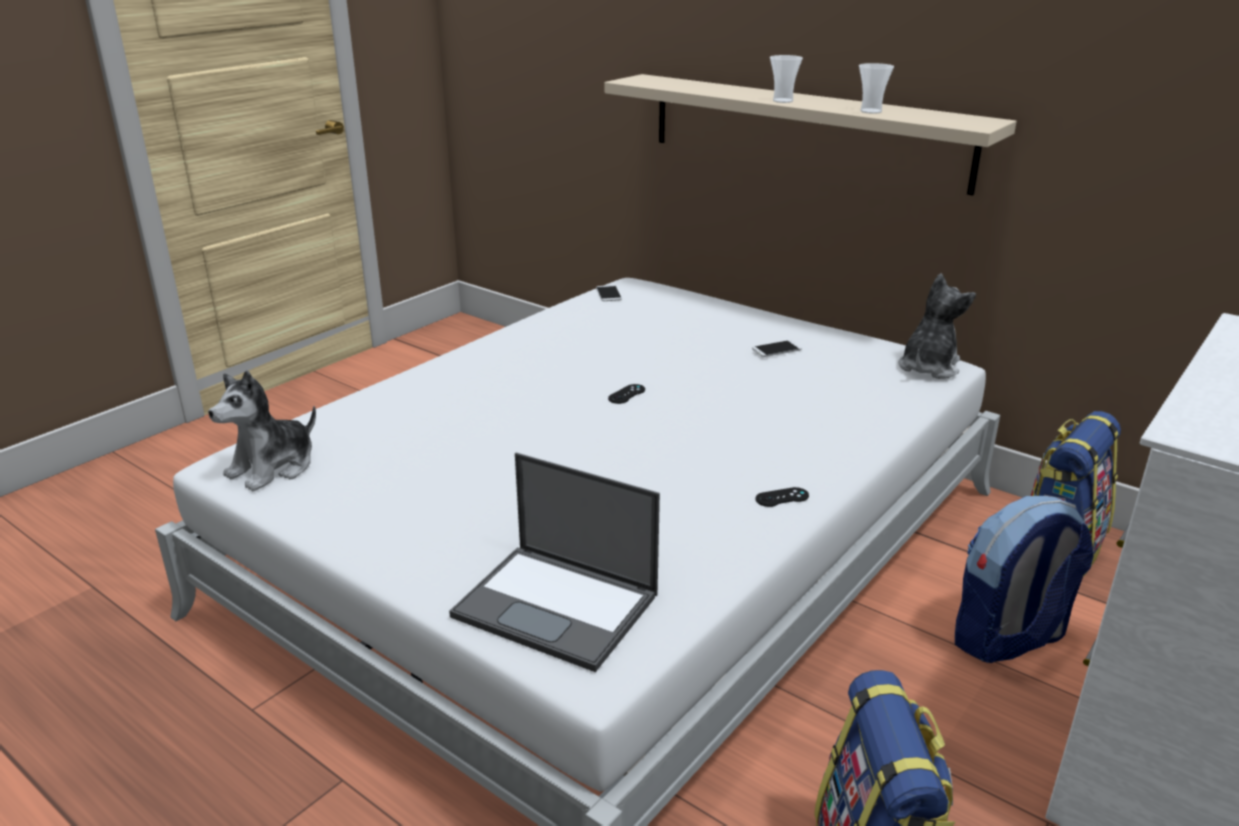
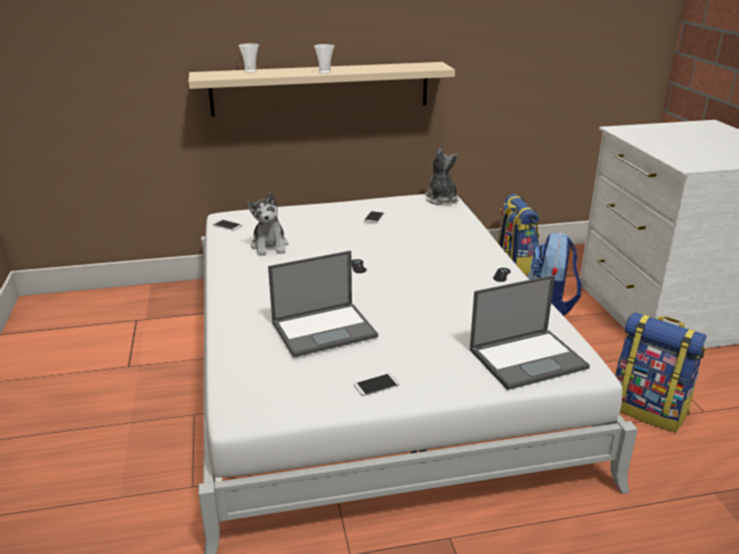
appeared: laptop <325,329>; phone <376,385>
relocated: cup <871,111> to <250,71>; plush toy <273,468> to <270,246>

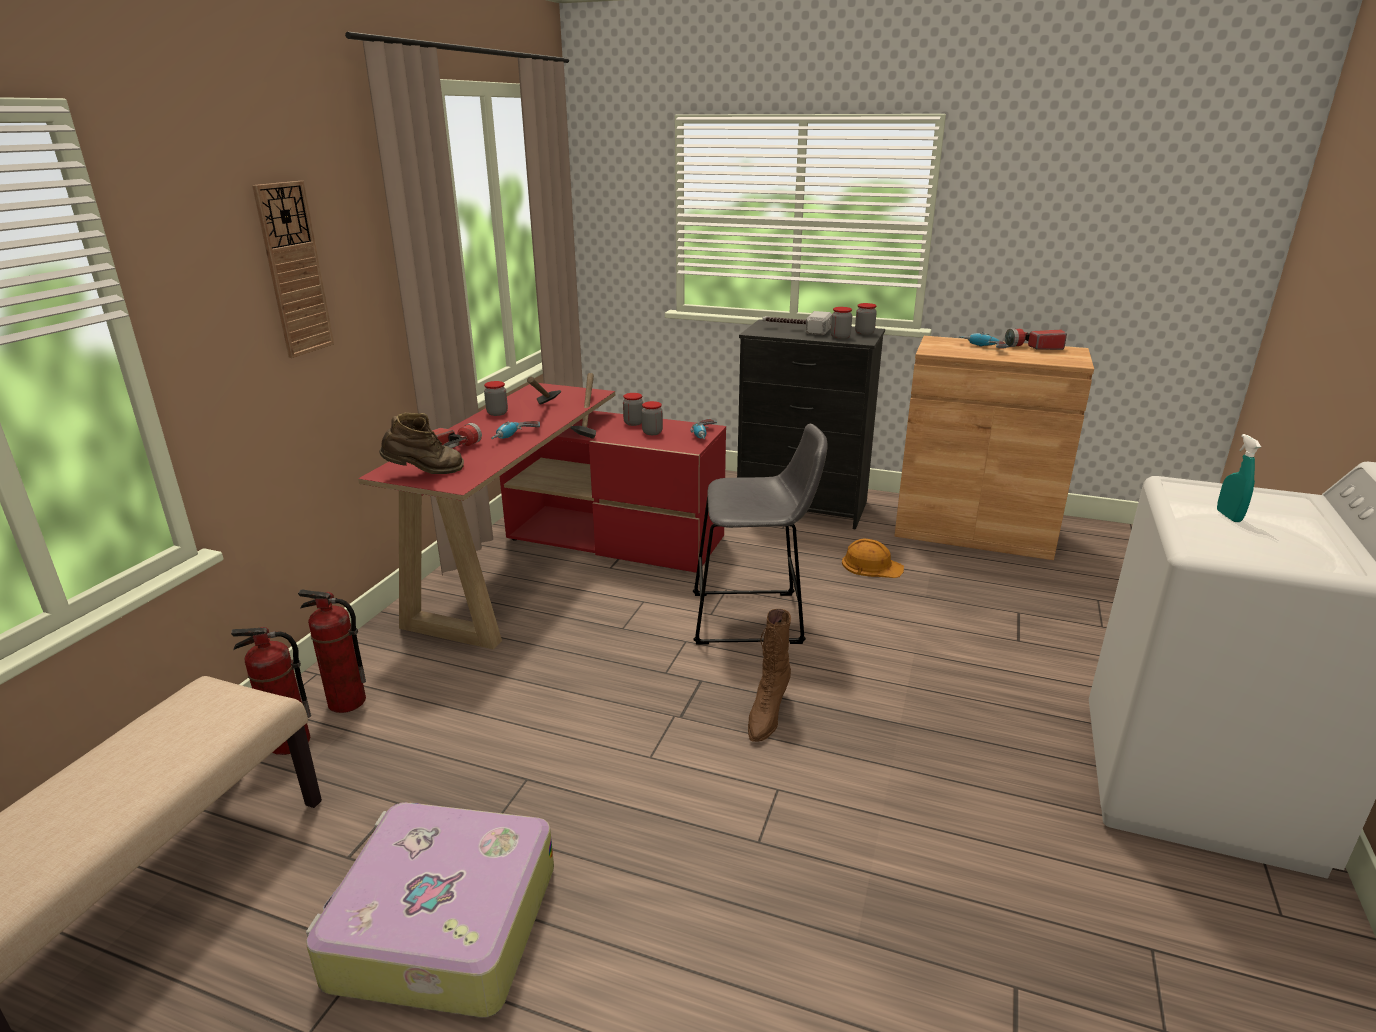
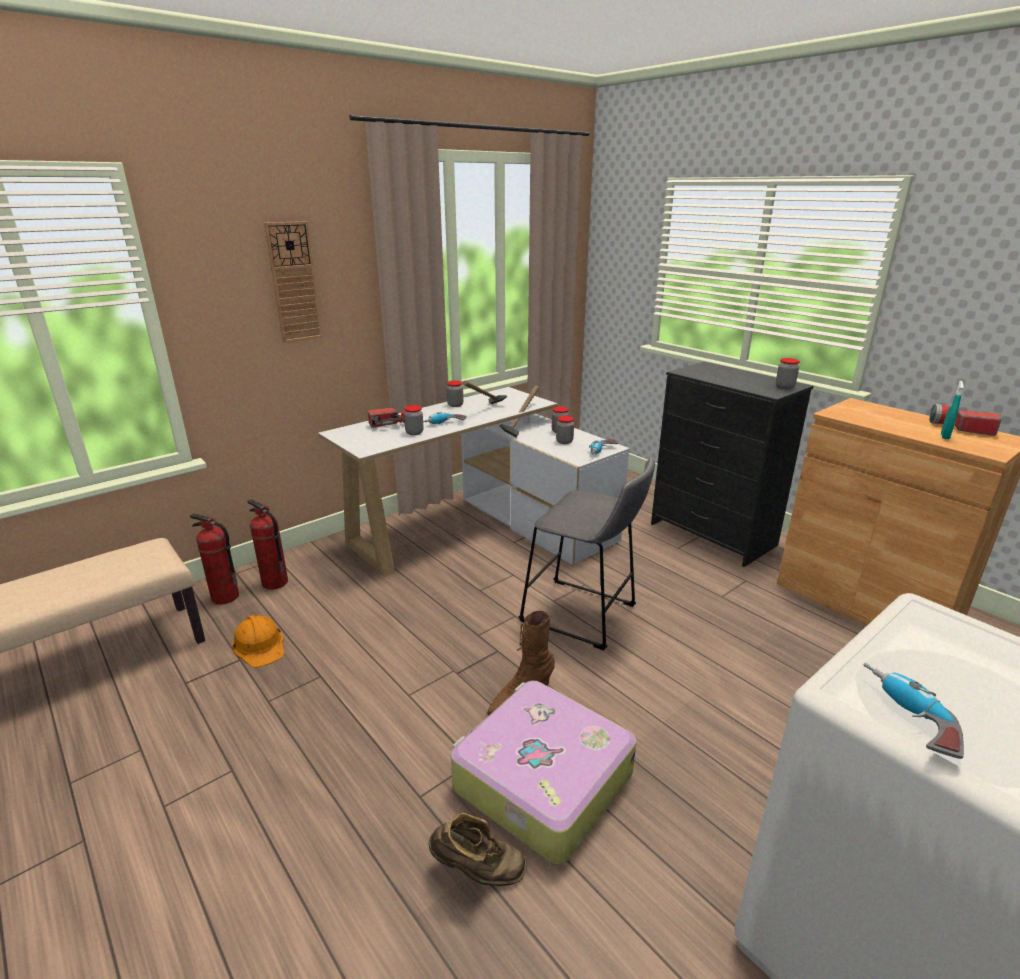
missing: hammer <795,329>
relocated: orange hard hat <871,565> to <260,645>; jar <840,337> to <414,432>; brown boot <425,474> to <478,871>; suitcase <441,925> to <540,780>; power drill <982,348> to <906,718>; turquoise spray bottle <1228,516> to <944,436>
colour: red desk <560,564> to white desk <482,529>

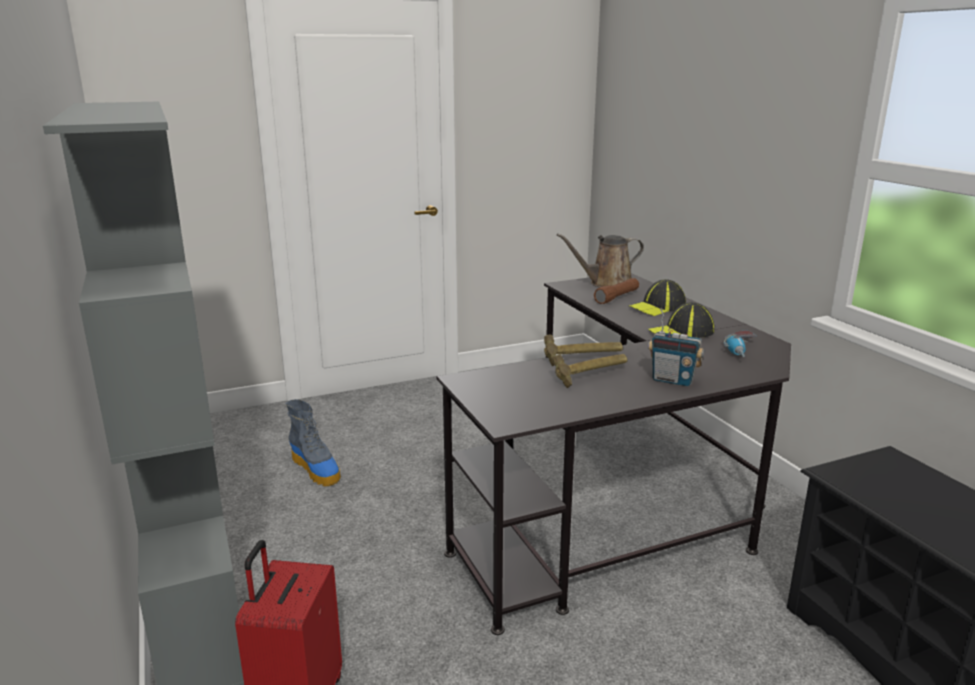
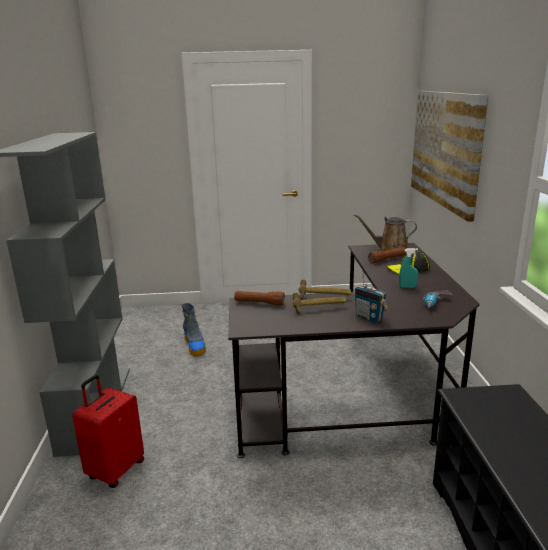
appeared: brown flashlight <259,303>; picture <445,149>
exchanged: cap <681,332> to turquoise spray bottle <407,287>

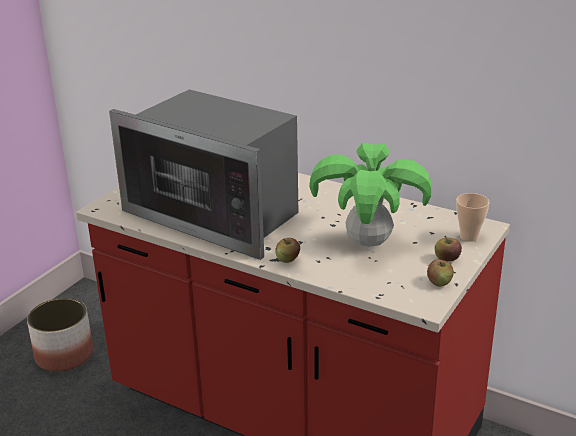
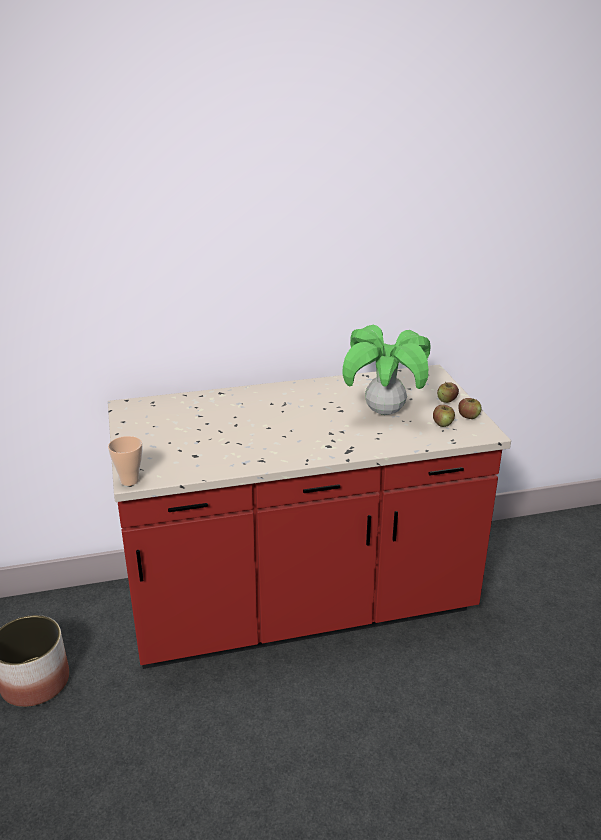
missing: microwave <217,215>
relocated: cup <469,237> to <129,480>; apple <288,259> to <442,424>

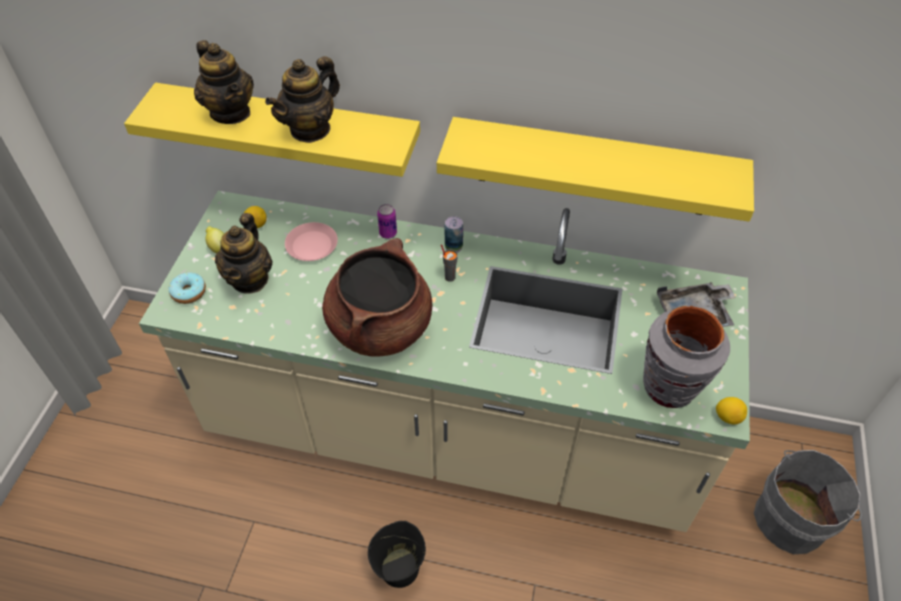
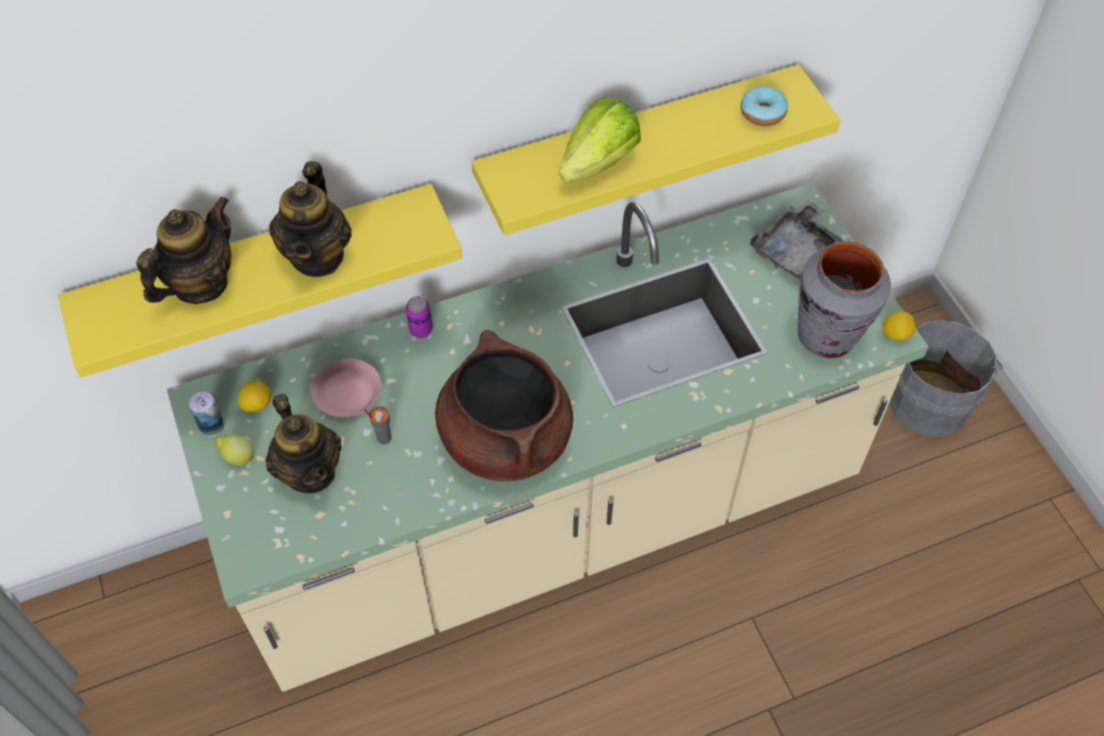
missing: black bucket <399,567>
appeared: lettuce <599,163>
relocated: can <453,247> to <212,427>; grey cup <449,277> to <383,438>; donut <189,292> to <762,113>
spun: teapot <231,112> = <200,284> 75 degrees counterclockwise

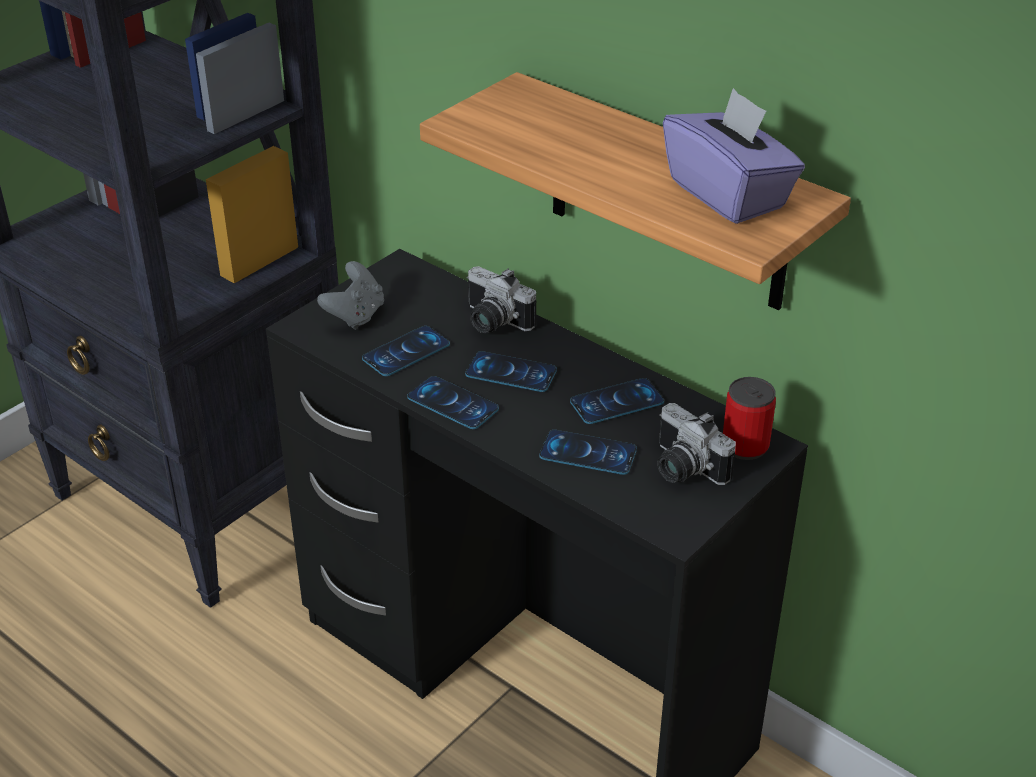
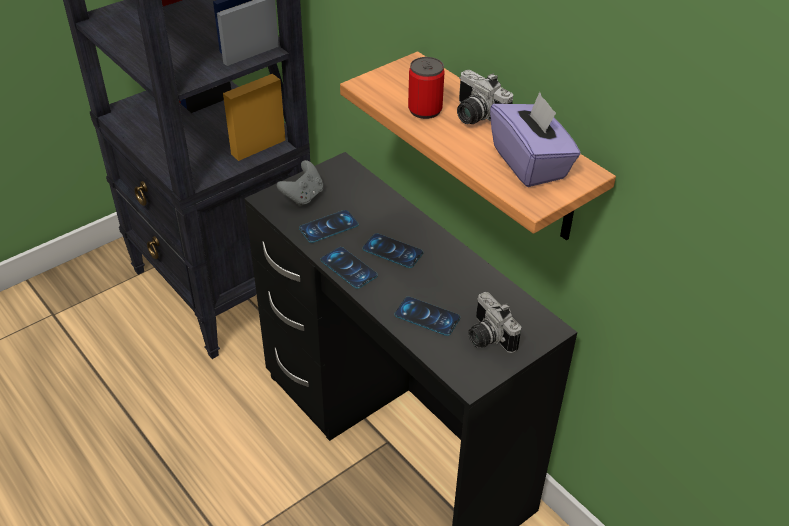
missing: phone <617,402>
relocated: can <745,446> to <425,110>; photo camera <492,322> to <475,117>

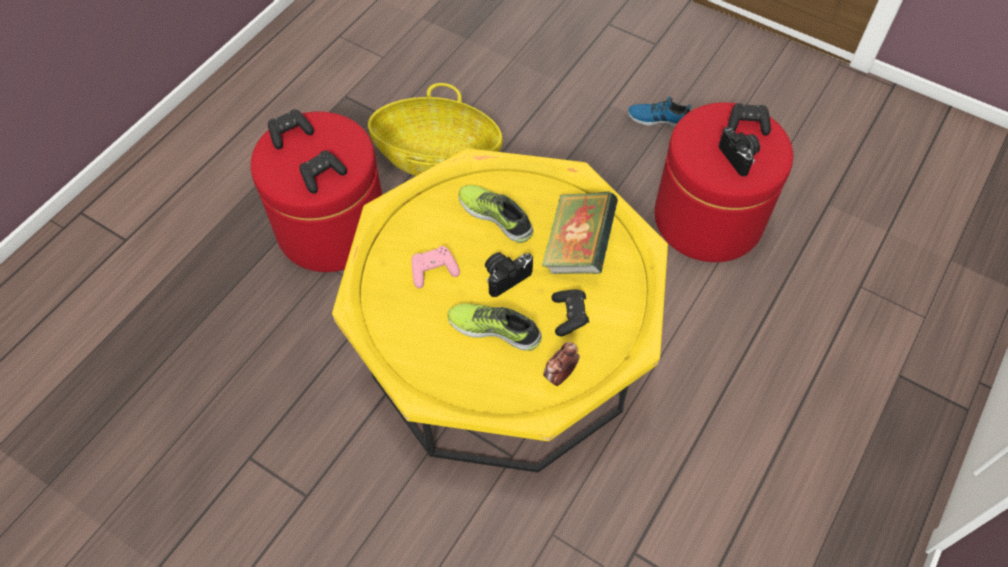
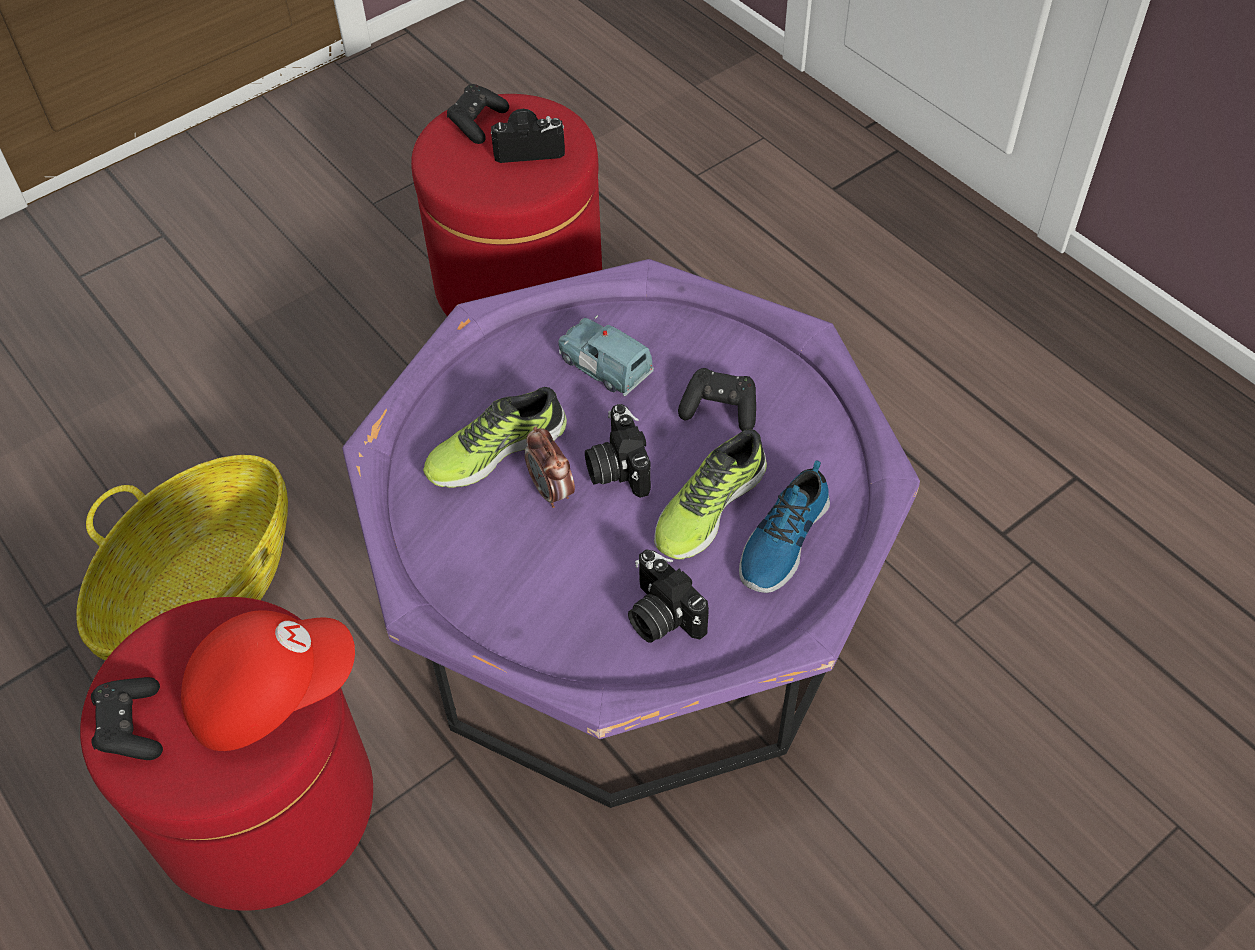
missing: pink game controller <434,271>
appeared: photo camera <660,616>
relocated: alarm clock <560,375> to <552,491>; shoe <658,118> to <781,540>
exchanged: black game controller <322,176> to red cap <270,690>; book <577,249> to blue toy car <604,366>
colour: yellow coffee table <503,348> to purple coffee table <631,598>

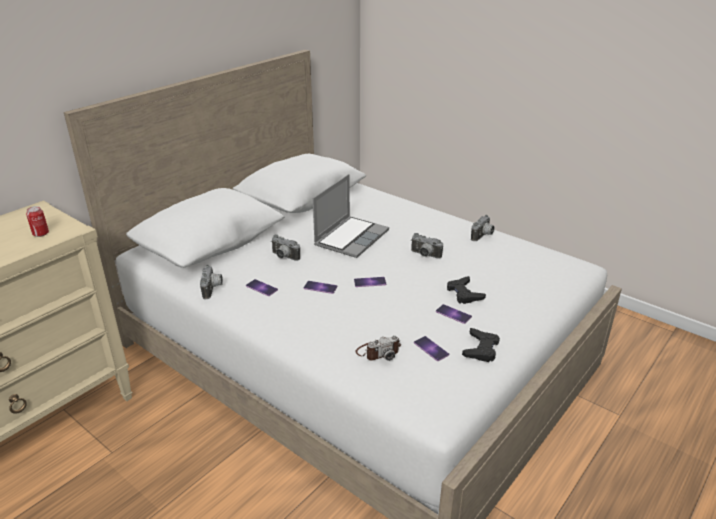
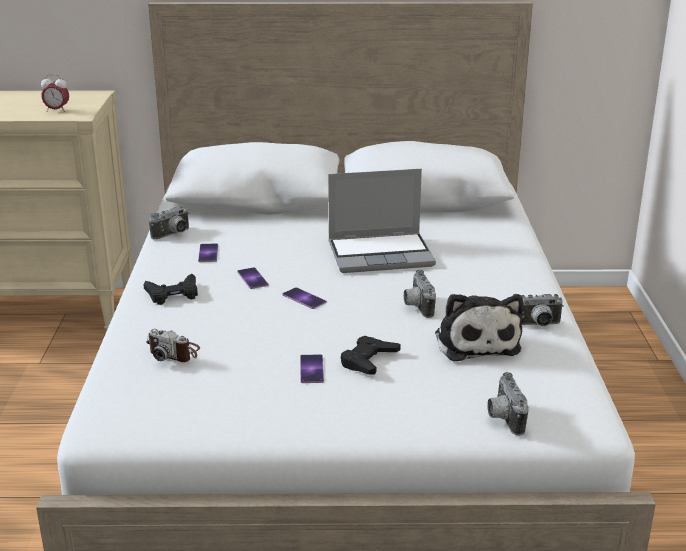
missing: phone <431,348>
appeared: plush toy <475,341>
relocated: black game controller <481,349> to <173,294>; photo camera <283,257> to <503,418>
exchanged: can <41,234> to alarm clock <57,110>

